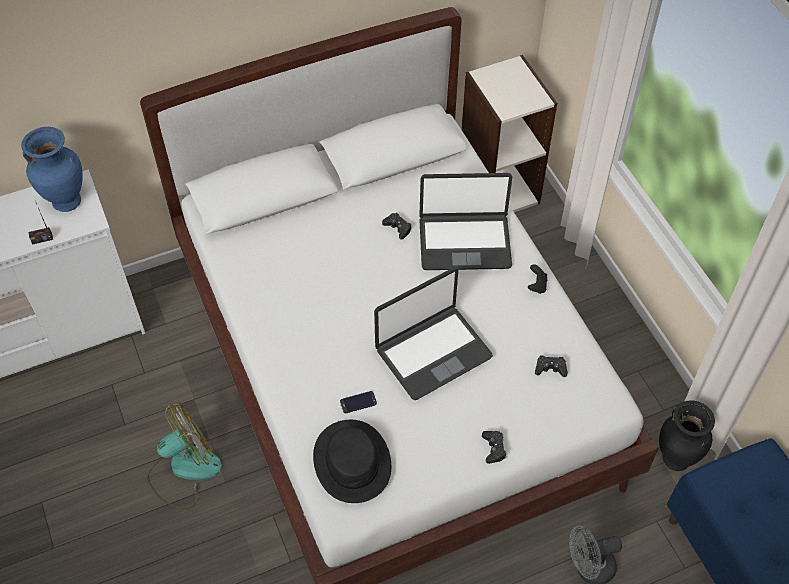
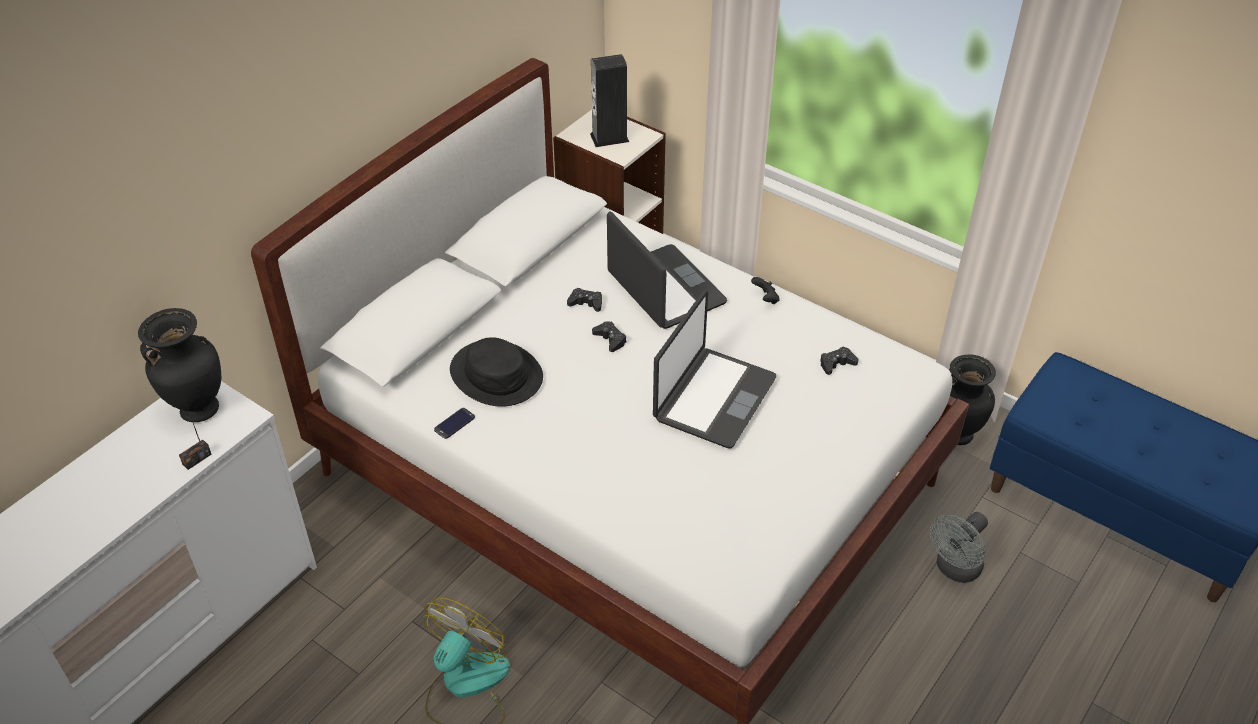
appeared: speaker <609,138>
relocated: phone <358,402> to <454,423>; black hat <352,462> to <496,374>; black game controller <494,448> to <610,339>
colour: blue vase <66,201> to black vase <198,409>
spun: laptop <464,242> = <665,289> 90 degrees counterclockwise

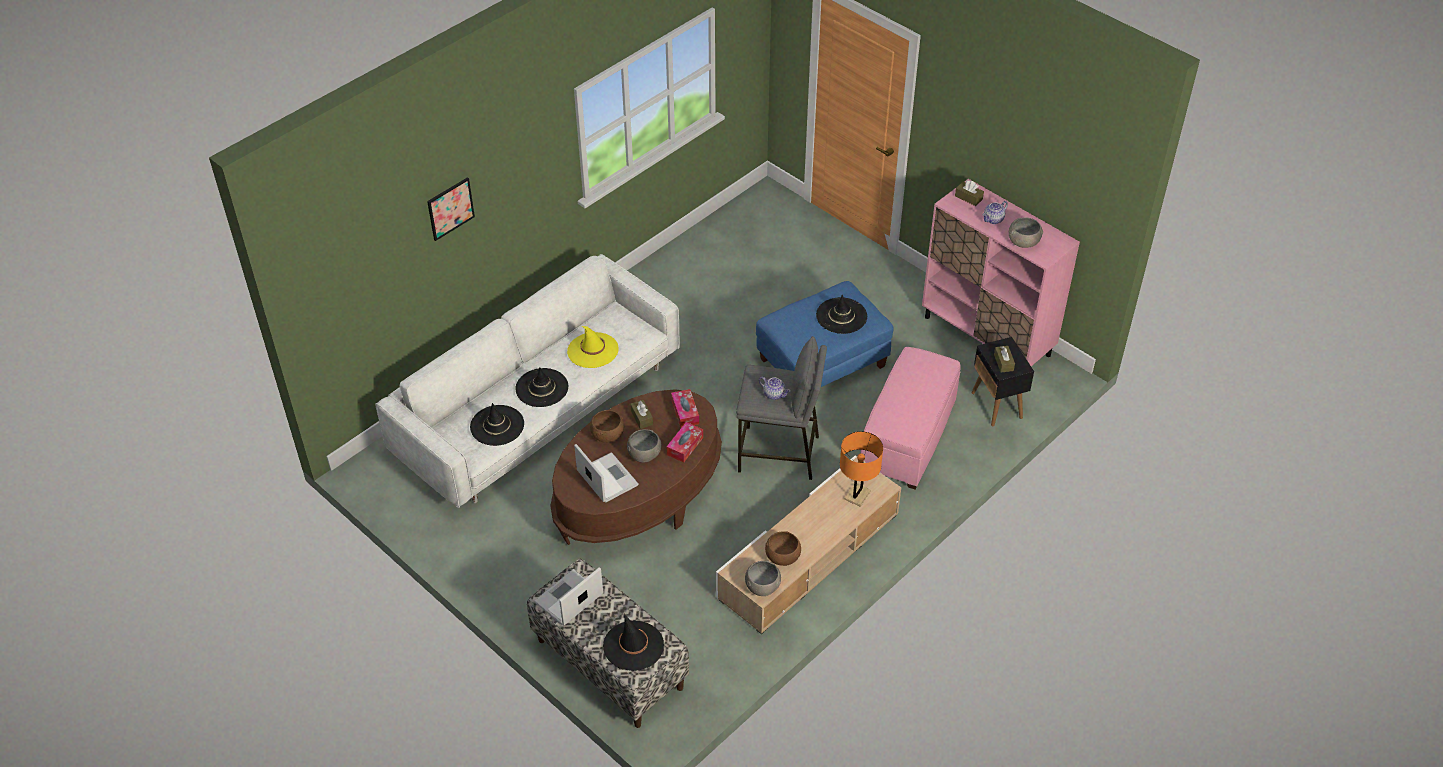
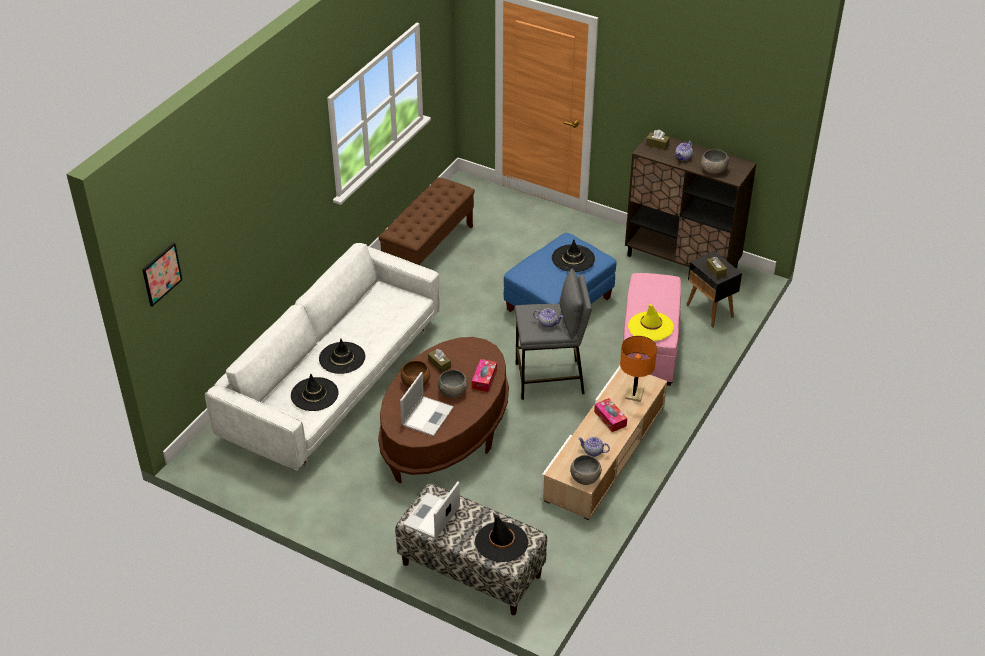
appeared: brown bench <429,249>
relocated: picture <450,208> to <161,274>; tissue box <685,412> to <610,418>; yellow hat <592,350> to <650,327>
exchanged: brown bowl <783,557> to teapot <593,452>
colour: pink cabinet <987,336> to brown cabinet <682,261>
spun: laptop <606,477> = <427,415> 75 degrees clockwise

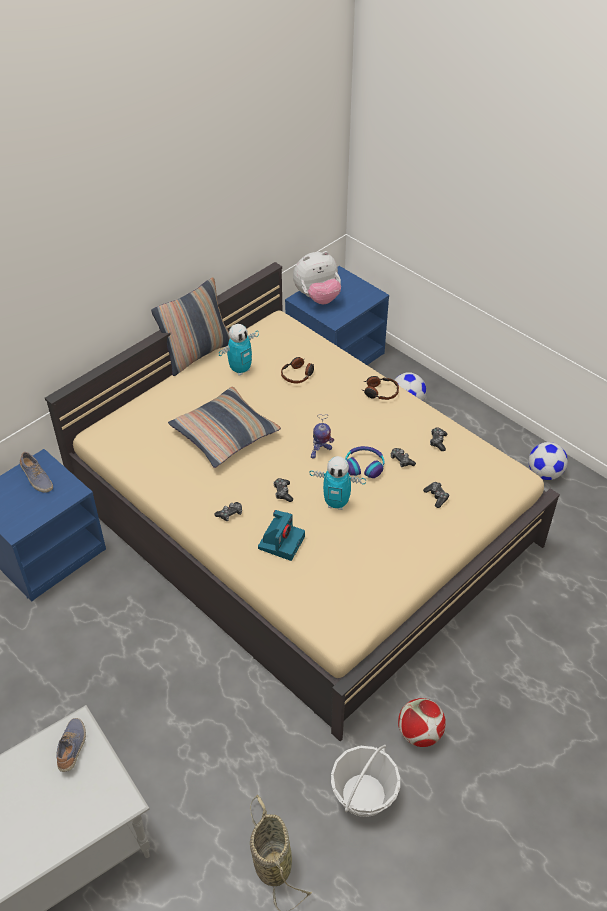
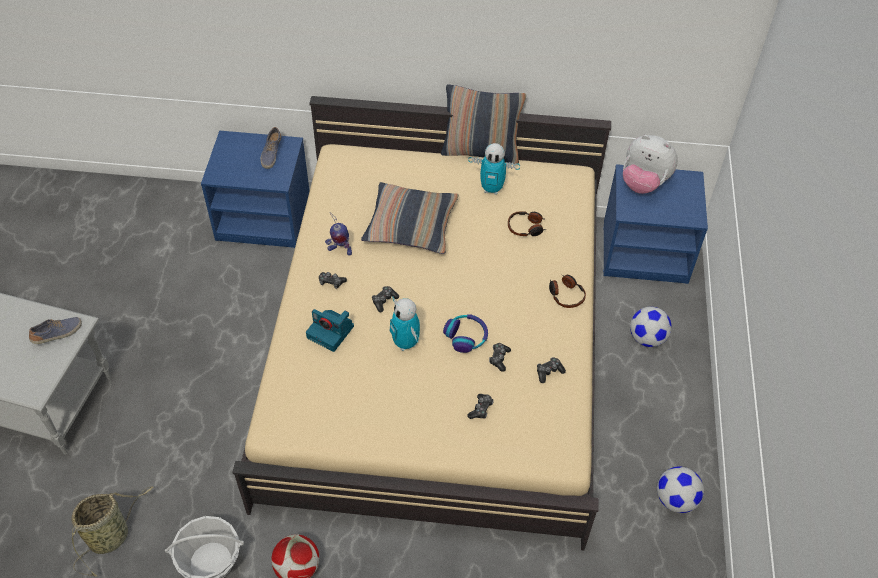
relocated: toy robot <320,451> to <340,250>
spun: photo camera <281,542> = <331,332> 45 degrees clockwise

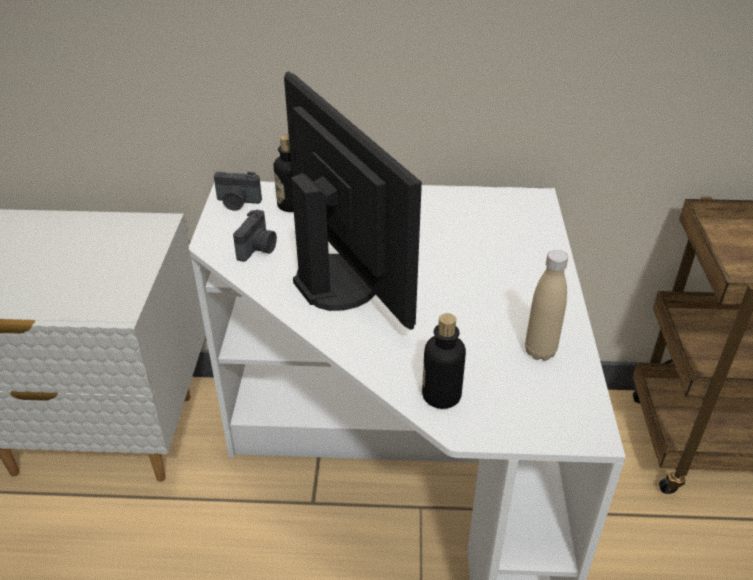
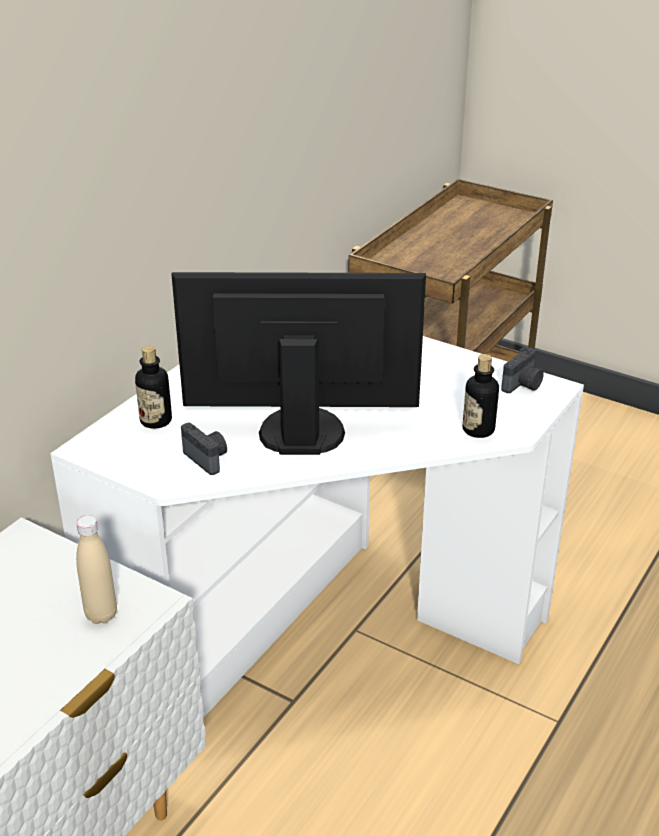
relocated: beige bottle <540,351> to <101,615>; photo camera <237,203> to <523,385>

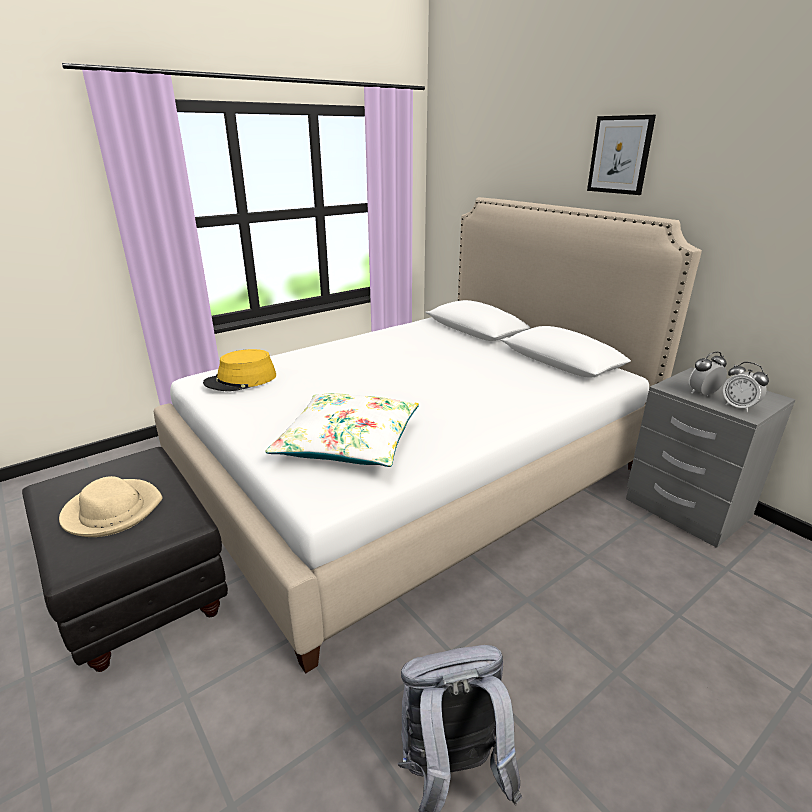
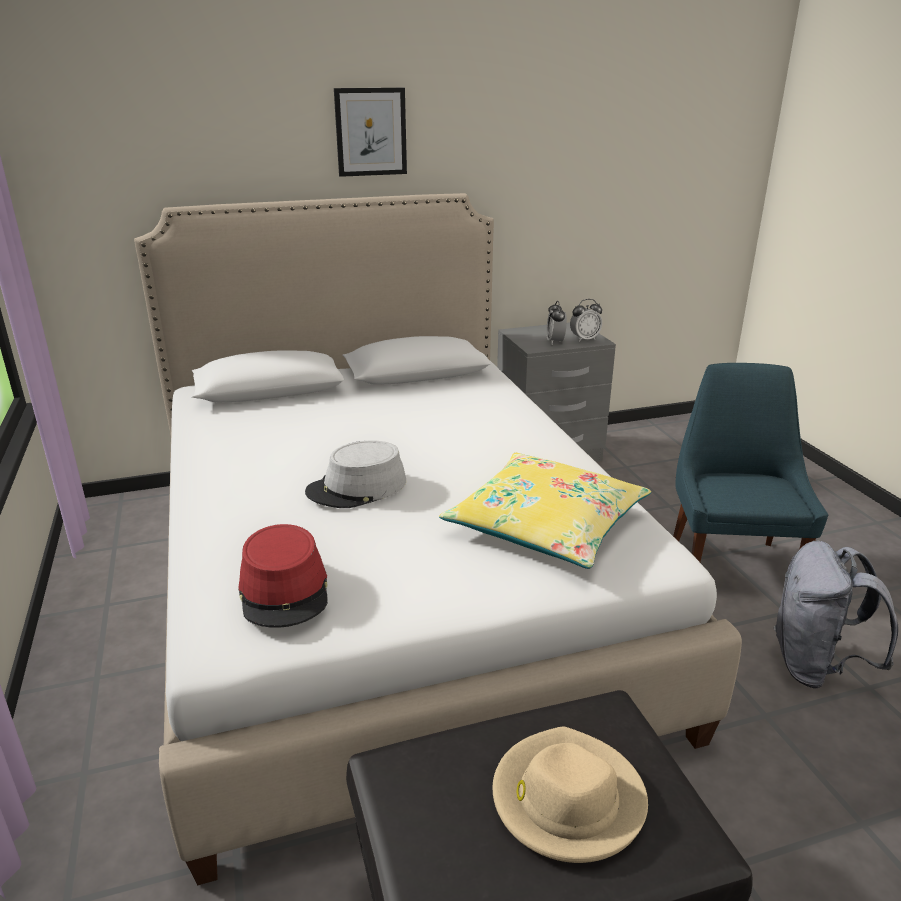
appeared: grey hat <357,488>; blue chair <730,563>
colour: yellow hat <241,380> to red hat <285,590>; white pillow <348,443> to yellow pillow <546,525>

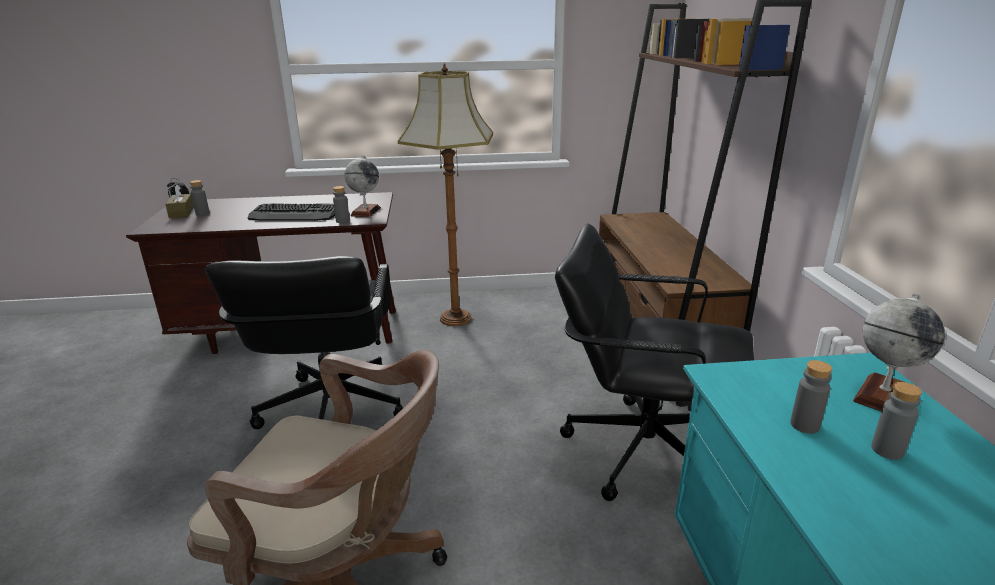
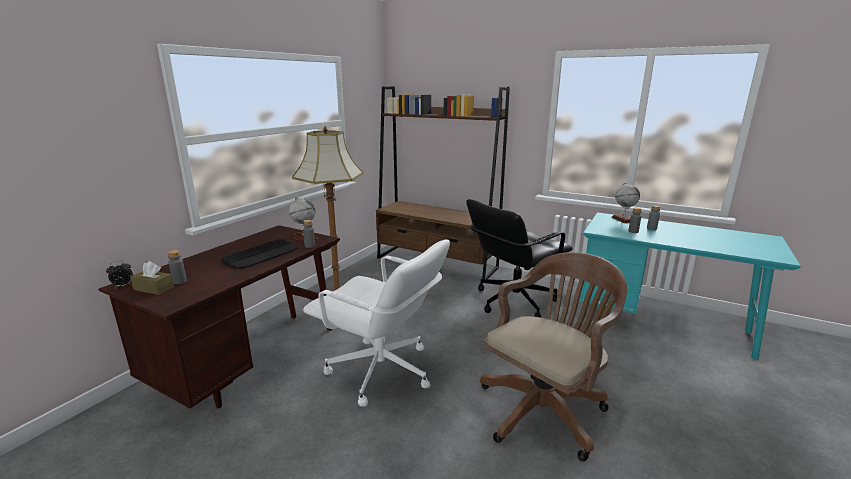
colour: black office chair <331,411> to white office chair <381,372>

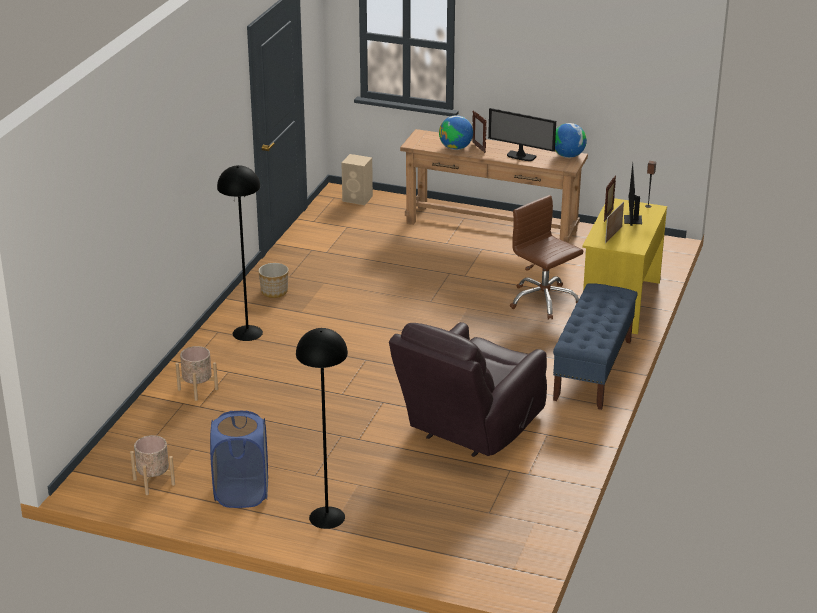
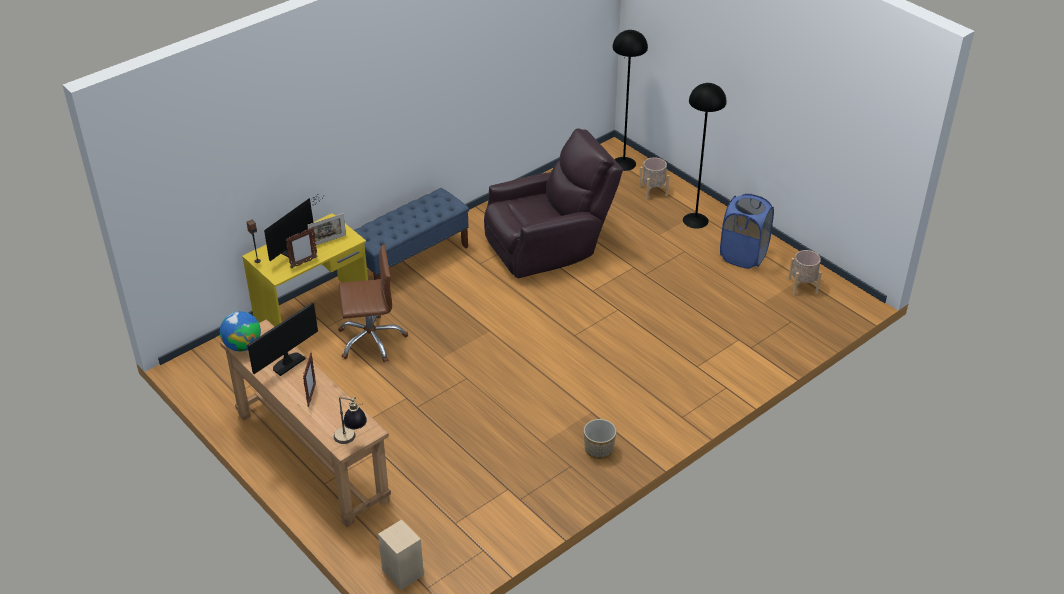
missing: globe <455,148>
appeared: table lamp <351,440>
relocated: black floor lamp <247,333> to <623,163>; beige planter <198,389> to <652,191>
spun: monitor <520,156> = <288,363> 105 degrees counterclockwise; brown office chair <543,301> = <371,340> 90 degrees counterclockwise

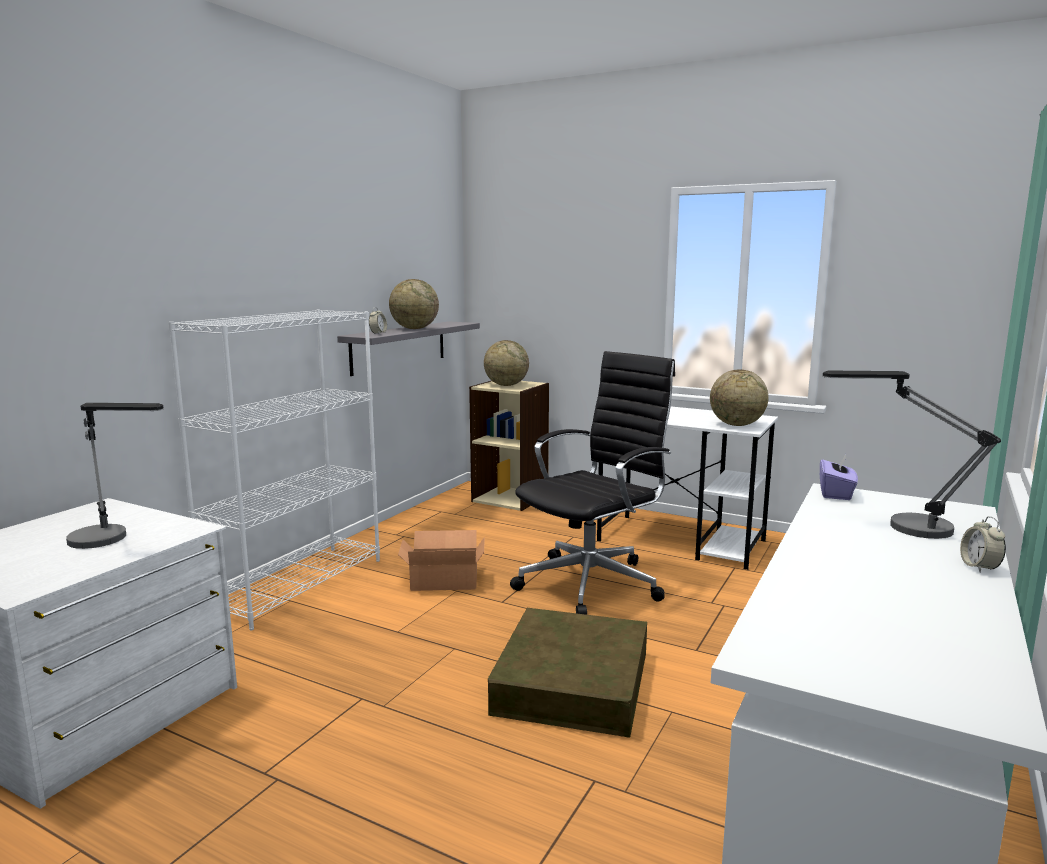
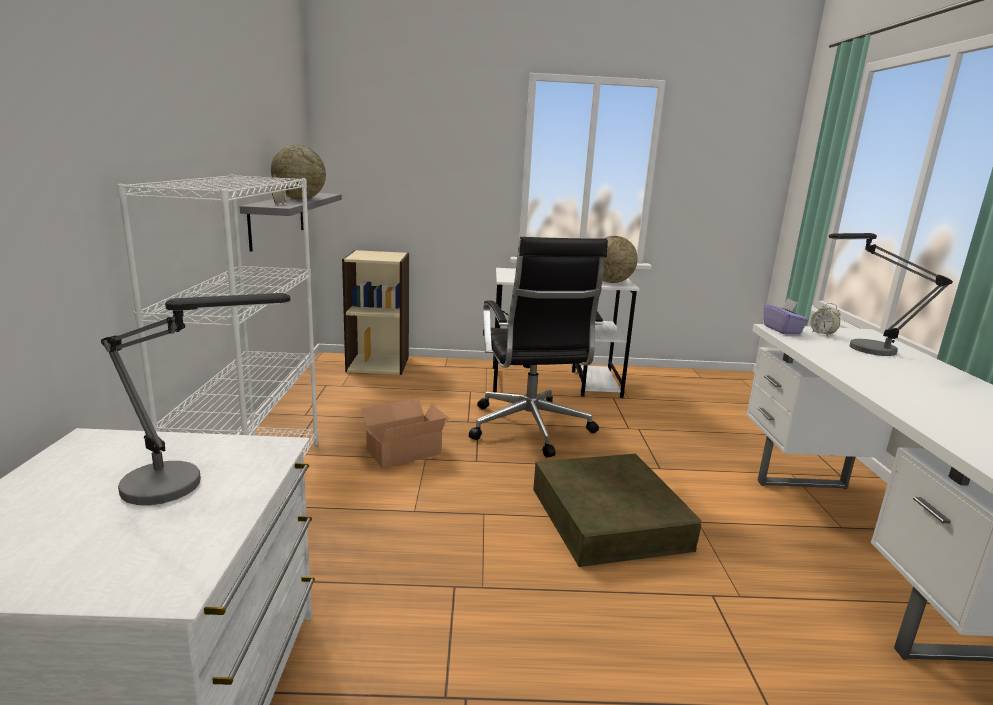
missing: globe <506,385>
relocated: alarm clock <979,567> to <822,334>
spun: black office chair <593,583> = <530,429> 150 degrees clockwise

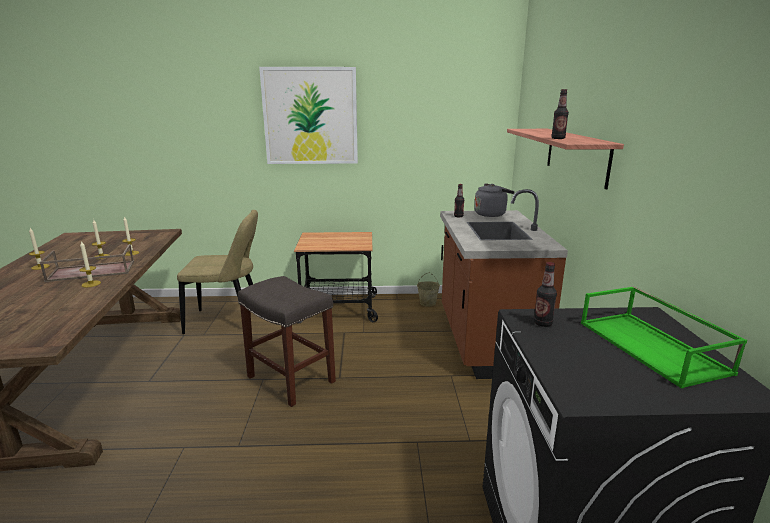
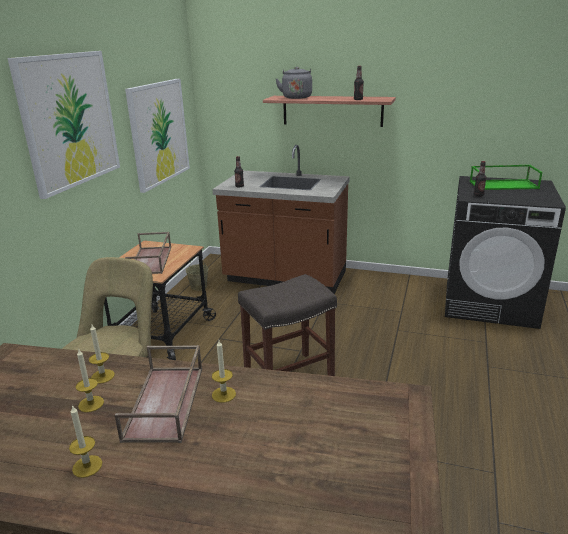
appeared: picture <159,133>; brown tray <151,260>
relocated: grey kettle <491,214> to <296,97>

